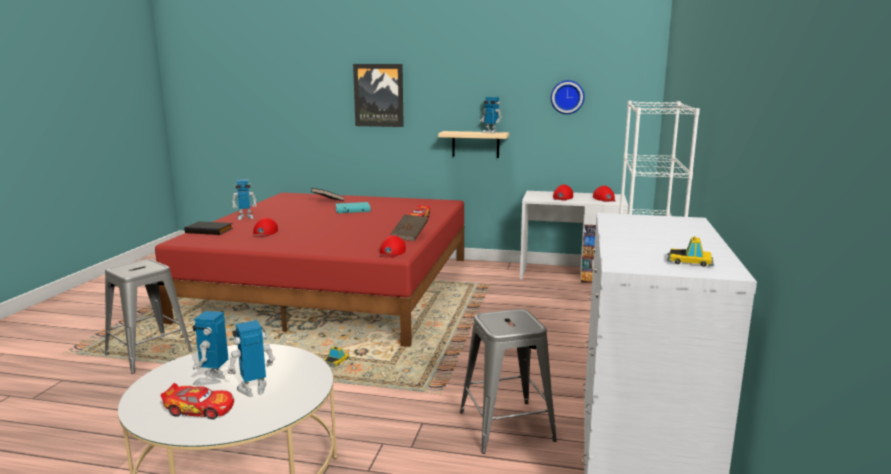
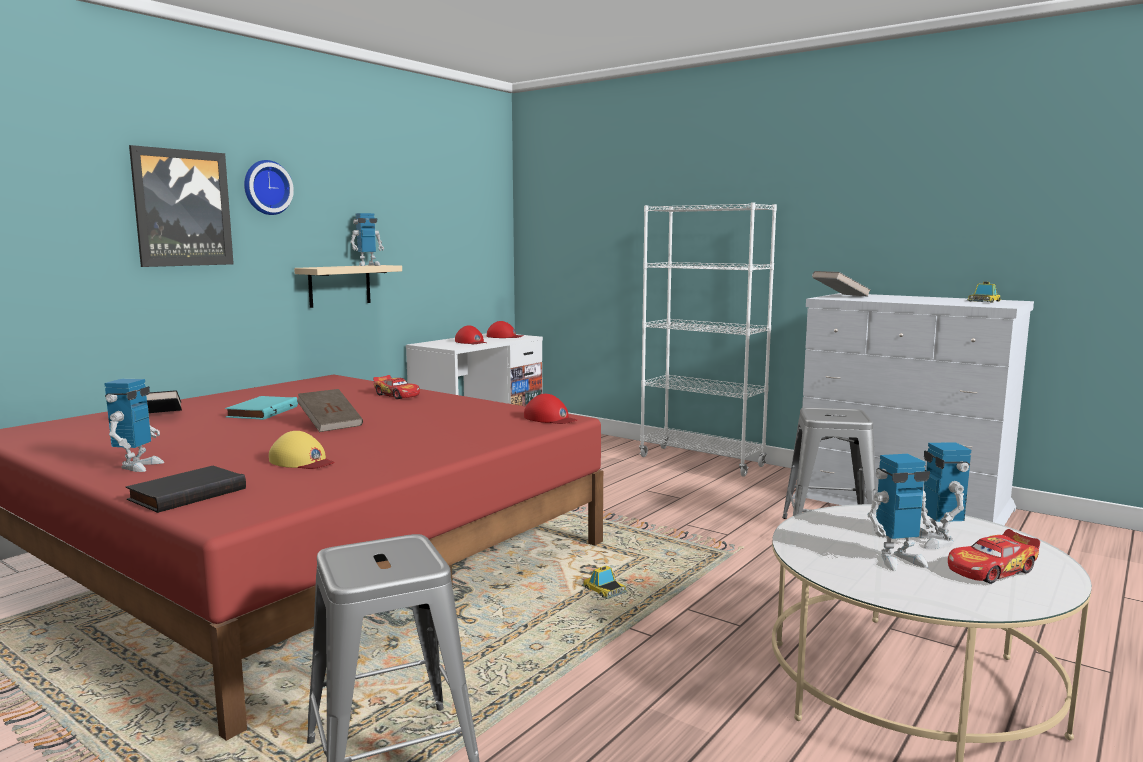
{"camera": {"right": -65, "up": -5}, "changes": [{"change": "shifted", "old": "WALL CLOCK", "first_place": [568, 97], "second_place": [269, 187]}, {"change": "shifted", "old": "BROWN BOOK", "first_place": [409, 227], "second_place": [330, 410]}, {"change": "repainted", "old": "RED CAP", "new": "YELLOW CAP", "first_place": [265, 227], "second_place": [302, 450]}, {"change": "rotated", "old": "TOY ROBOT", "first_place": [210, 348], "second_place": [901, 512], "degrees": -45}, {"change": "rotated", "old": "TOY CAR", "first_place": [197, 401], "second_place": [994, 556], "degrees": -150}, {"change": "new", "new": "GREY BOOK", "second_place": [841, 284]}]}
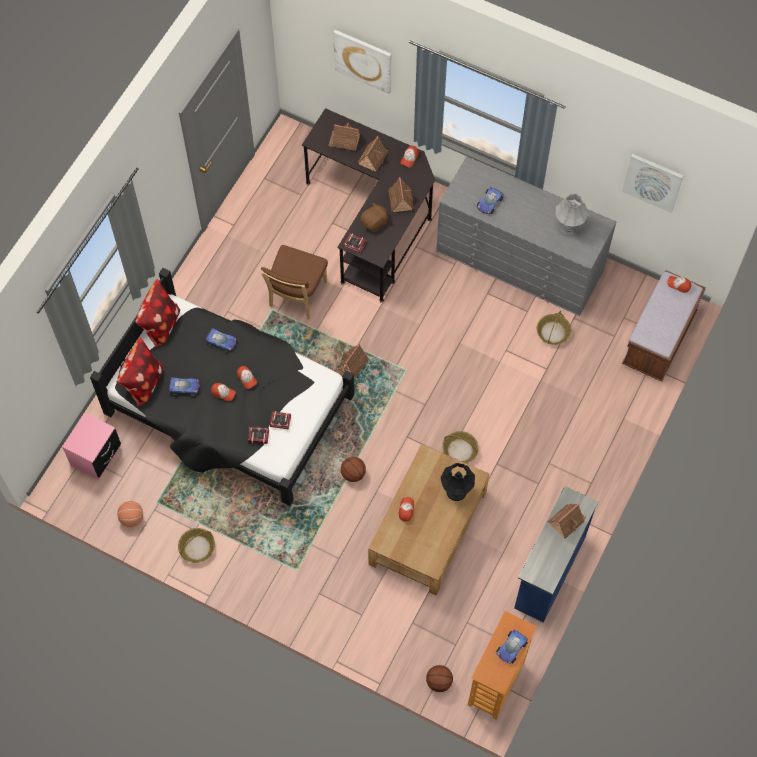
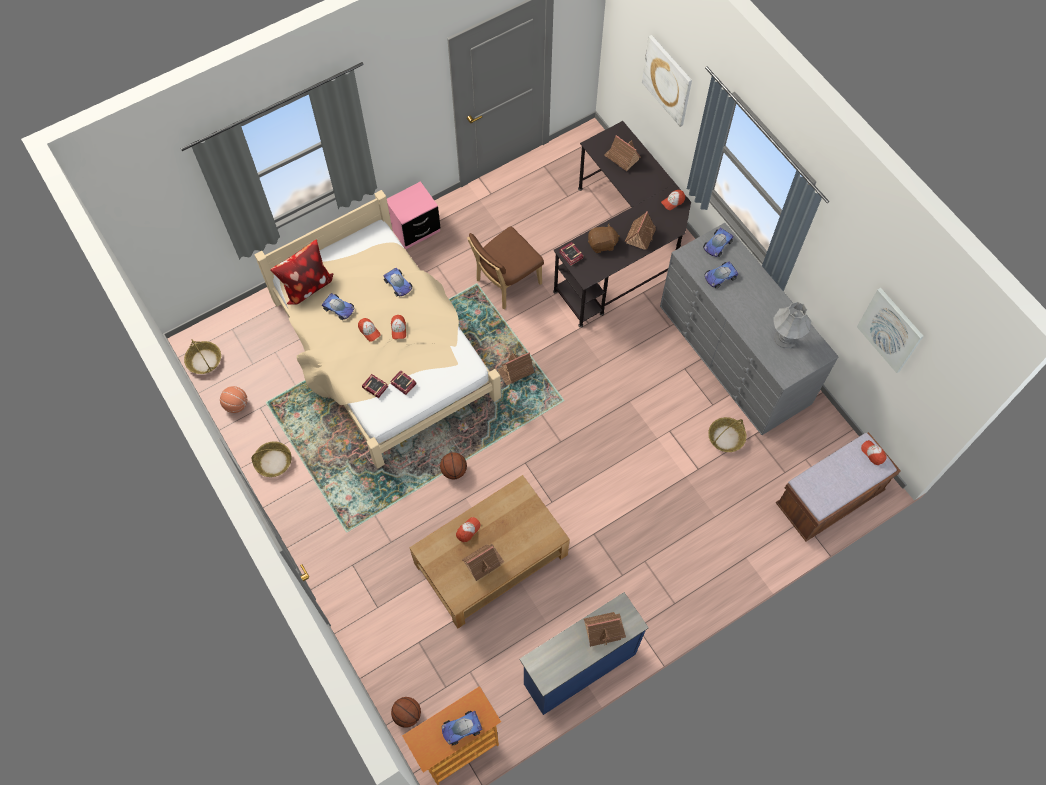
{"camera": {"right": 30, "up": 0}, "changes": [{"change": "shifted", "old": "TOY HOUSE", "first_place": [372, 154], "second_place": [483, 562]}, {"change": "repainted", "old": "BLACK BED", "new": "BEIGE BED", "first_place": [222, 387], "second_place": [378, 329]}, {"change": "gone", "old": "PILLOW", "first_place": [158, 313]}, {"change": "shifted", "old": "PINK NIGHTSTAND", "first_place": [91, 446], "second_place": [413, 215]}, {"change": "shifted", "old": "BASKET", "first_place": [461, 447], "second_place": [202, 356]}, {"change": "gone", "old": "BLACK TABLE LAMP", "first_place": [458, 482]}, {"change": "new", "new": "TOY CAR", "second_place": [718, 242]}]}
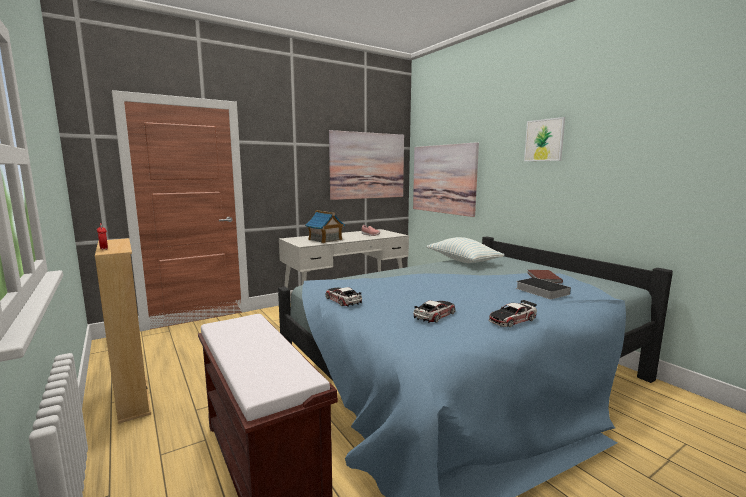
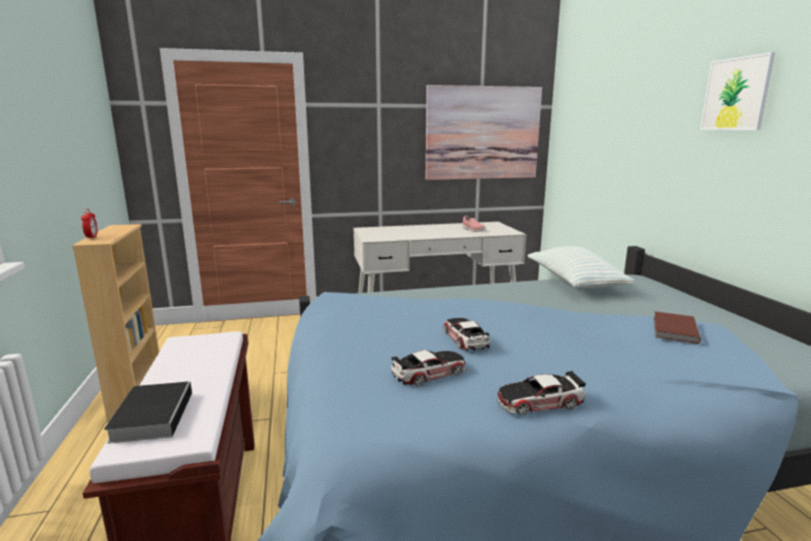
{"camera": {"right": 20, "up": 5}, "changes": [{"change": "gone", "old": "PICTURE", "first_place": [446, 179]}, {"change": "gone", "old": "TOY HOUSE", "first_place": [325, 226]}, {"change": "shifted", "old": "BOOK", "first_place": [543, 288], "second_place": [148, 412]}, {"change": "shifted", "old": "TOY CAR", "first_place": [343, 297], "second_place": [466, 334]}]}
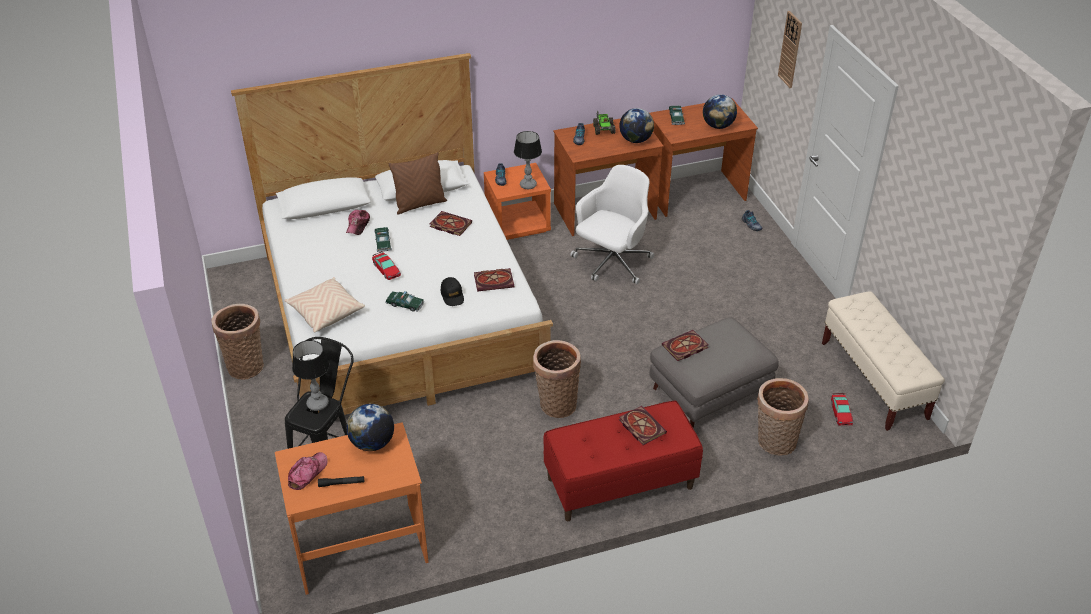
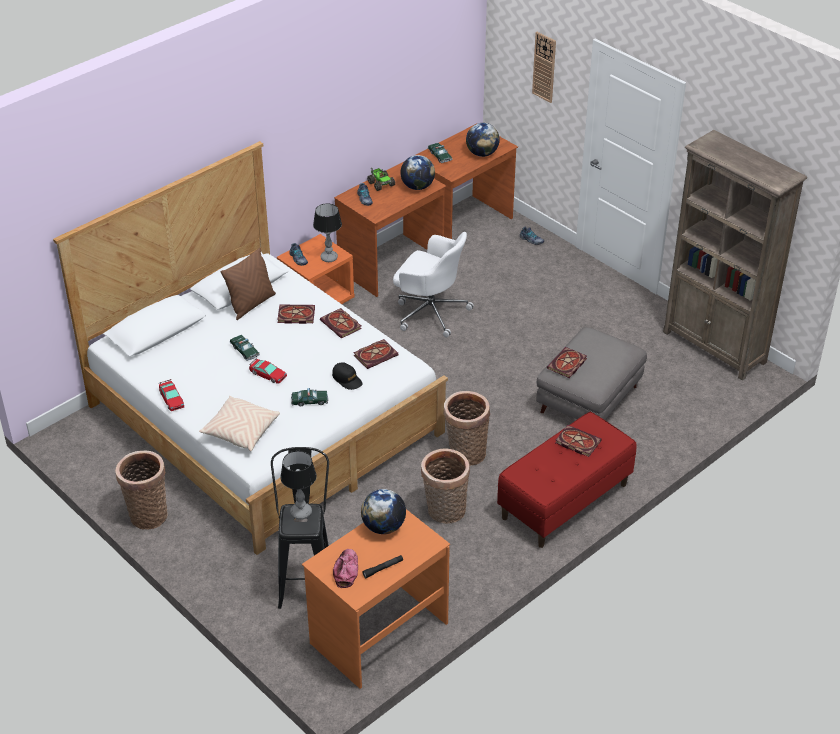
{"camera": {"right": -25, "up": 0}, "changes": [{"change": "rotated", "old": "WHITE OFFICE CHAIR", "first_place": [612, 225], "second_place": [433, 284], "degrees": 105}, {"change": "gone", "old": "CAP", "first_place": [358, 222]}, {"change": "swapped", "old": "BEIGE BENCH", "new": "BROWN BOOKCASE", "first_place": [883, 361], "second_place": [735, 255]}, {"change": "shifted", "old": "BASKET", "first_place": [783, 417], "second_place": [445, 486]}, {"change": "shifted", "old": "TOY CAR", "first_place": [842, 409], "second_place": [171, 395]}, {"change": "new", "new": "BOOK", "second_place": [341, 323]}]}
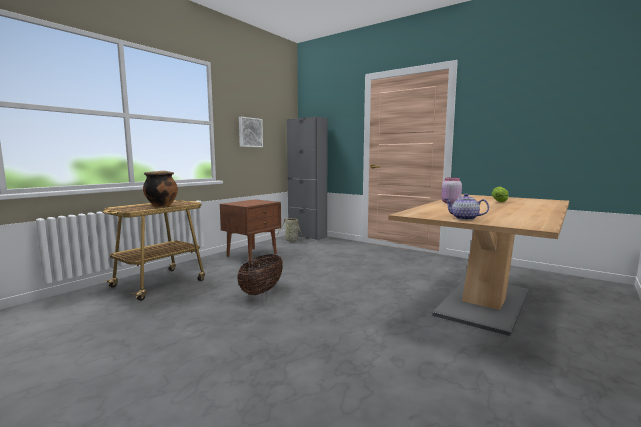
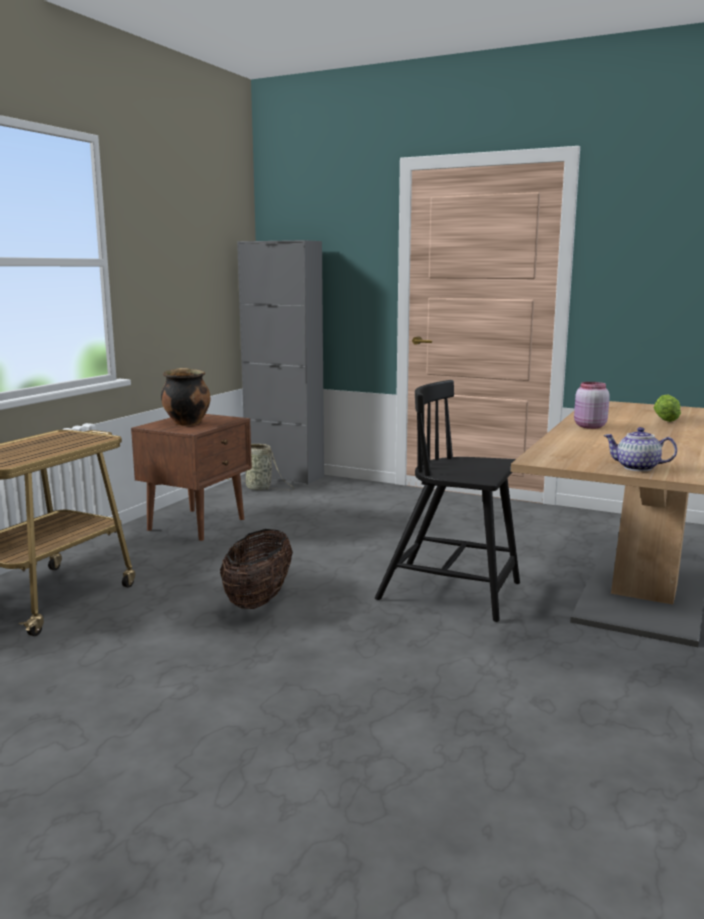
{"camera": {"right": -10, "up": 5}, "changes": [{"change": "gone", "old": "PICTURE", "first_place": [251, 132]}, {"change": "shifted", "old": "COOKING POT", "first_place": [160, 189], "second_place": [185, 397]}, {"change": "new", "new": "BLACK CHAIR", "second_place": [447, 501]}]}
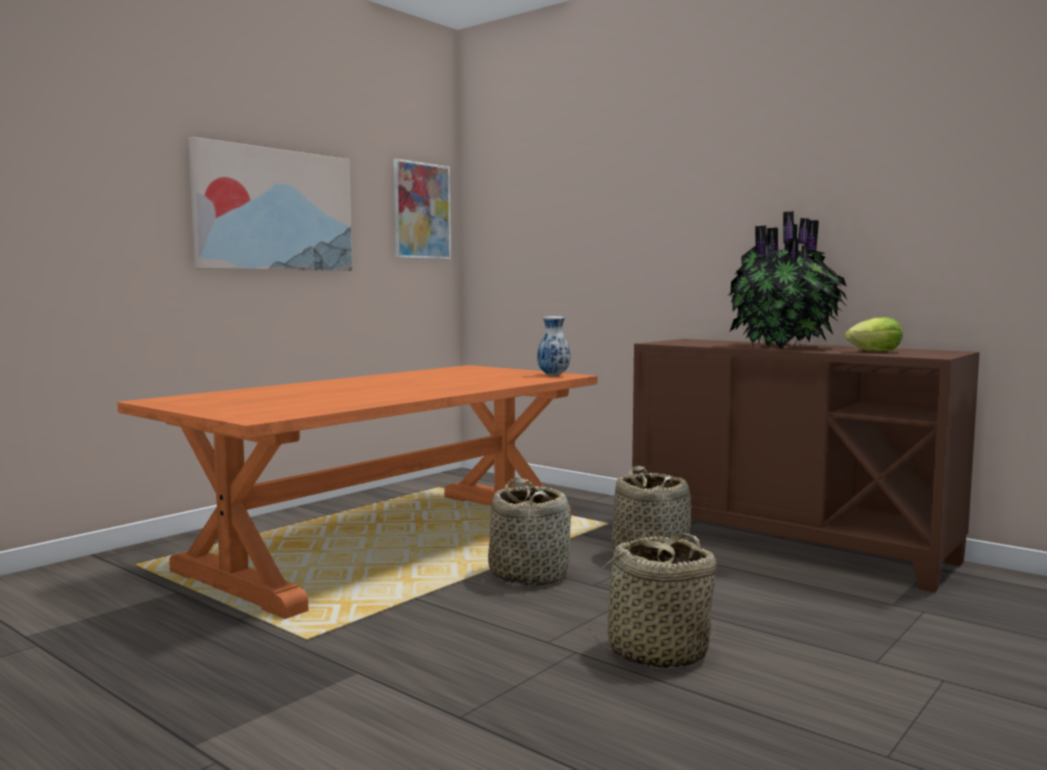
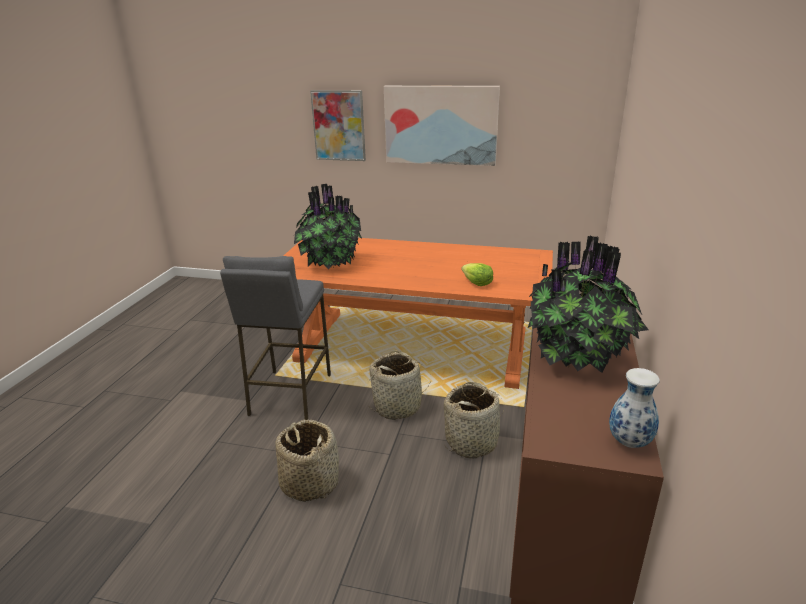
{"camera": {"right": 65, "up": 20}, "changes": [{"change": "shifted", "old": "PICTURE", "first_place": [422, 209], "second_place": [338, 125]}, {"change": "shifted", "old": "VASE", "first_place": [553, 346], "second_place": [634, 408]}, {"change": "shifted", "old": "LETTUCE", "first_place": [874, 334], "second_place": [477, 274]}, {"change": "new", "new": "POTTED PLANT", "second_place": [328, 226]}, {"change": "new", "new": "GREY STOOL", "second_place": [275, 338]}]}
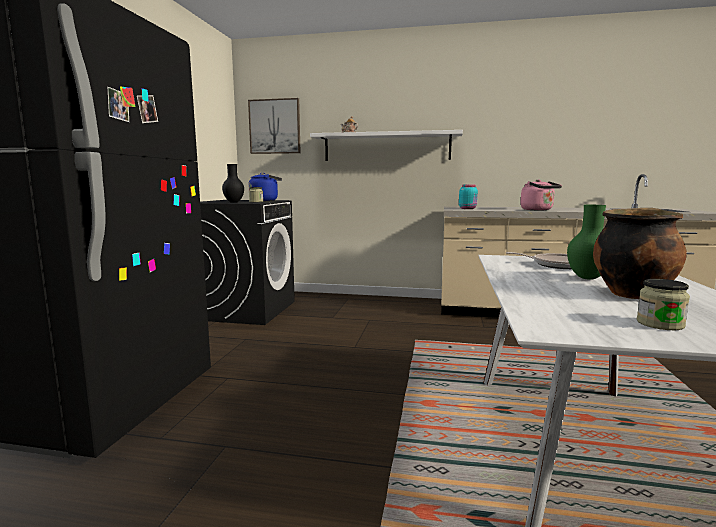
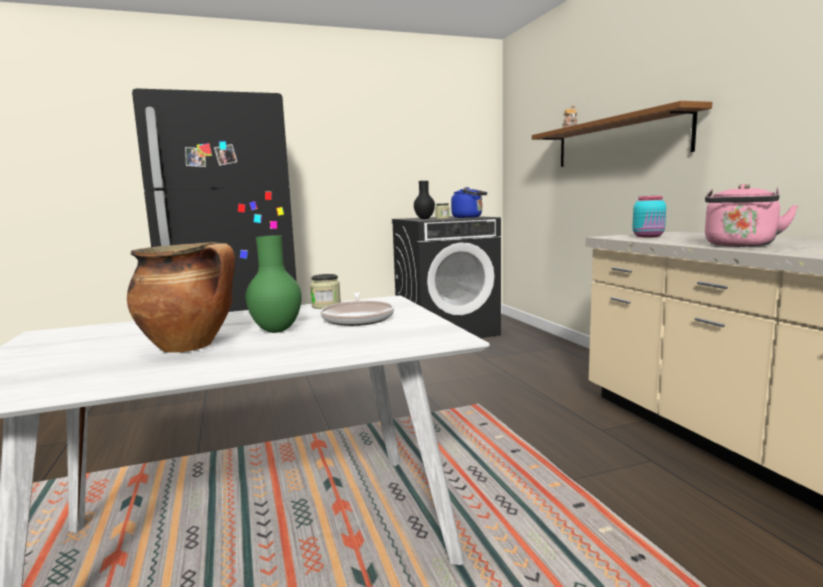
{"camera": {"right": 60, "up": 0}, "changes": [{"change": "gone", "old": "PICTURE", "first_place": [274, 126]}, {"change": "repainted", "old": "WHITE SHELF", "new": "BROWN SHELF", "first_place": [386, 145], "second_place": [622, 134]}, {"change": "shifted", "old": "JAR", "first_place": [663, 304], "second_place": [325, 291]}]}
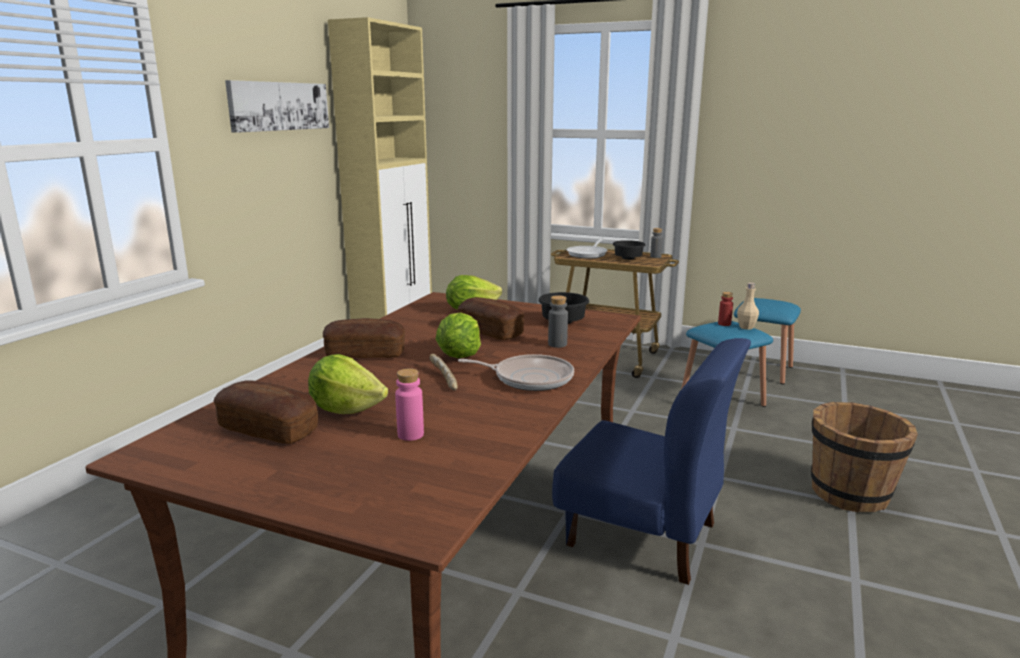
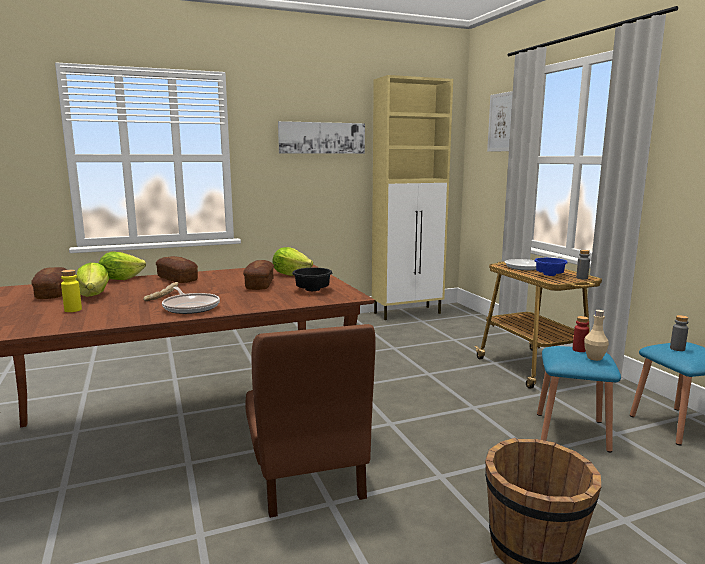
{"camera": {"right": 45, "up": -5}, "changes": [{"change": "repainted", "old": "BLACK BOWL", "new": "BLUE BOWL", "first_place": [629, 250], "second_place": [551, 267]}, {"change": "shifted", "old": "GREY BOTTLE", "first_place": [558, 321], "second_place": [679, 333]}, {"change": "shifted", "old": "LETTUCE", "first_place": [458, 335], "second_place": [122, 266]}, {"change": "repainted", "old": "BLUE CHAIR", "new": "BROWN CHAIR", "first_place": [651, 461], "second_place": [311, 421]}, {"change": "repainted", "old": "PINK BOTTLE", "new": "YELLOW BOTTLE", "first_place": [409, 404], "second_place": [71, 291]}, {"change": "new", "new": "PICTURE", "second_place": [500, 121]}]}
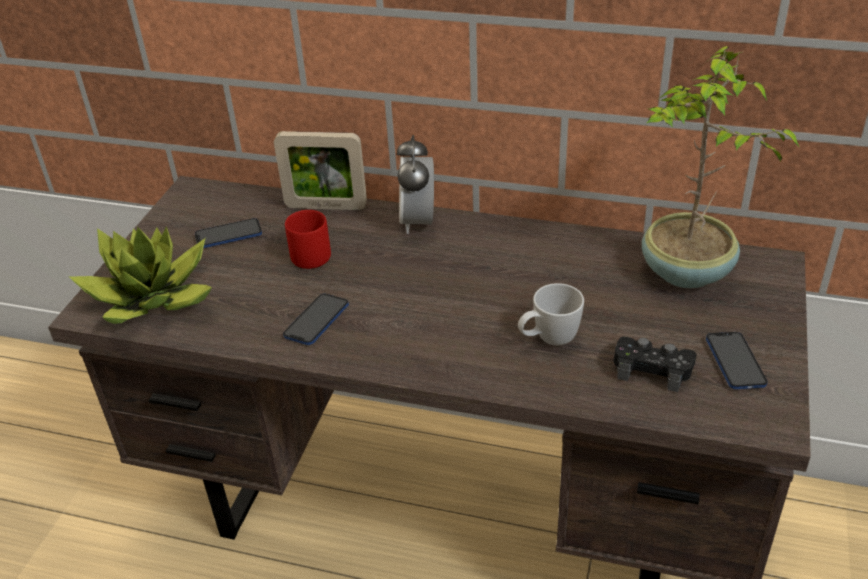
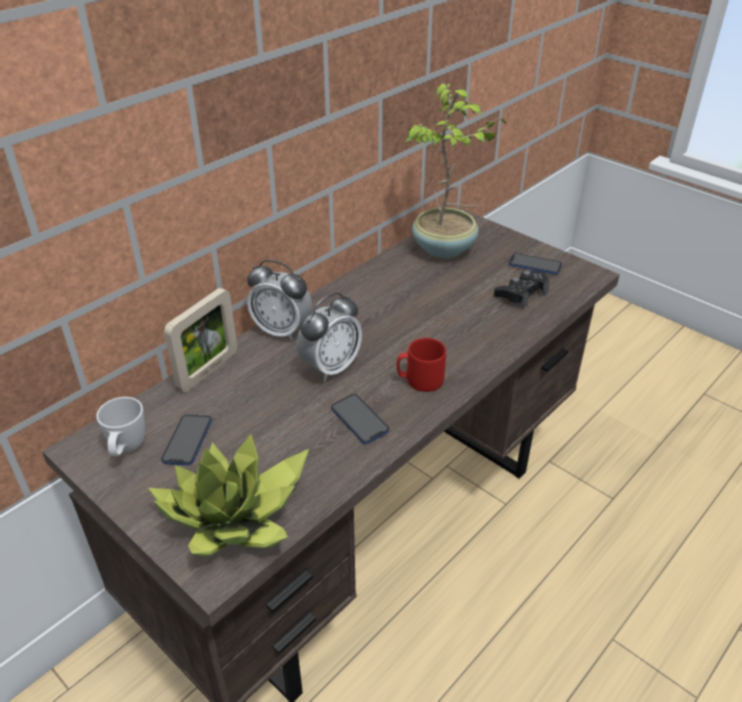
{"camera": {"right": -65, "up": 0}, "changes": [{"change": "shifted", "old": "RED MUG", "first_place": [308, 239], "second_place": [421, 365]}, {"change": "shifted", "old": "WHITE MUG", "first_place": [551, 314], "second_place": [120, 426]}, {"change": "new", "new": "ALARM CLOCK", "second_place": [329, 336]}]}
